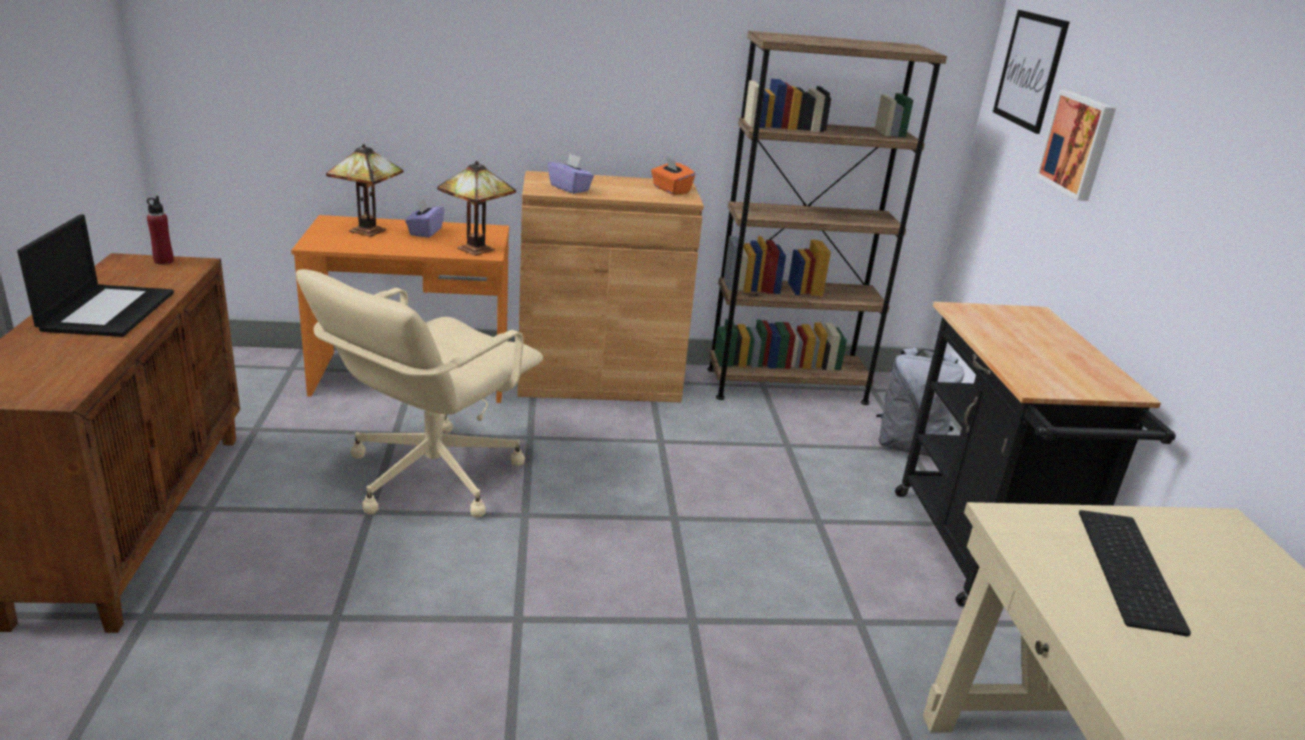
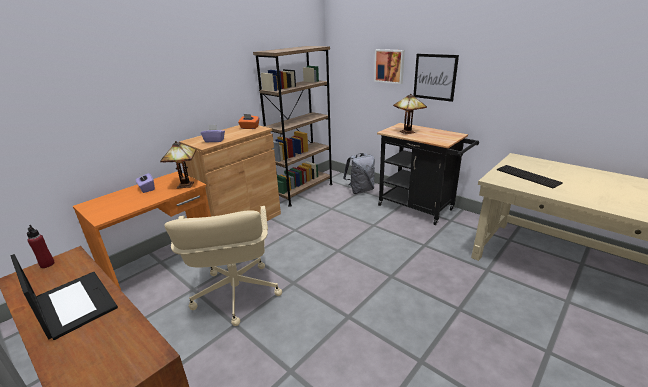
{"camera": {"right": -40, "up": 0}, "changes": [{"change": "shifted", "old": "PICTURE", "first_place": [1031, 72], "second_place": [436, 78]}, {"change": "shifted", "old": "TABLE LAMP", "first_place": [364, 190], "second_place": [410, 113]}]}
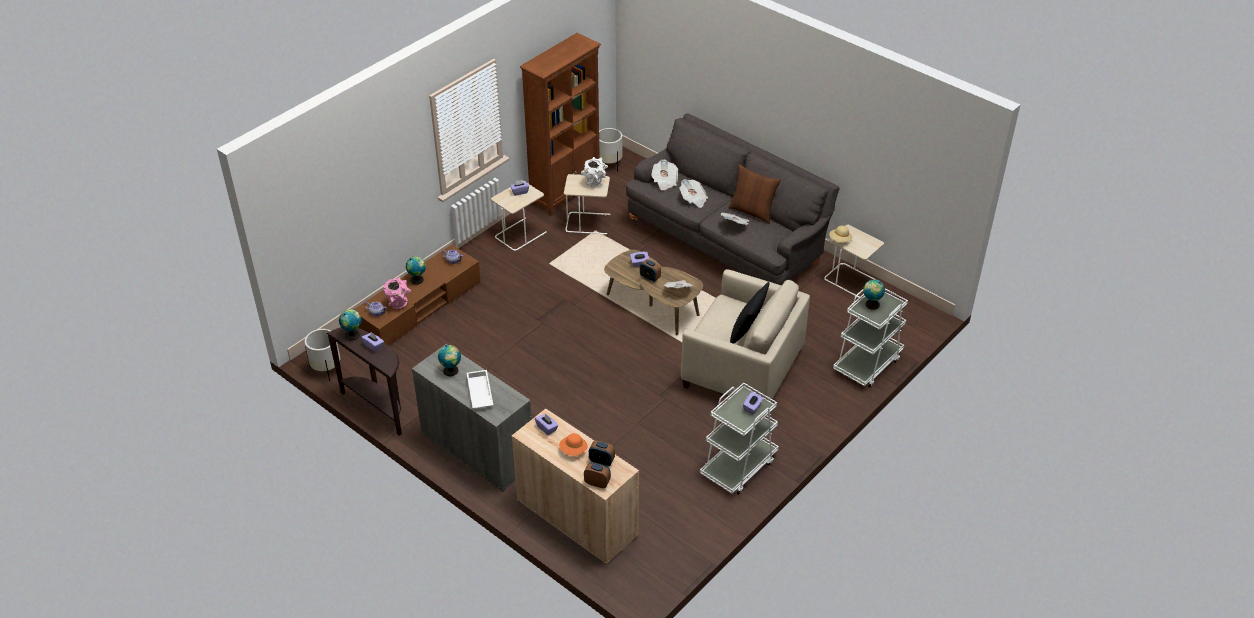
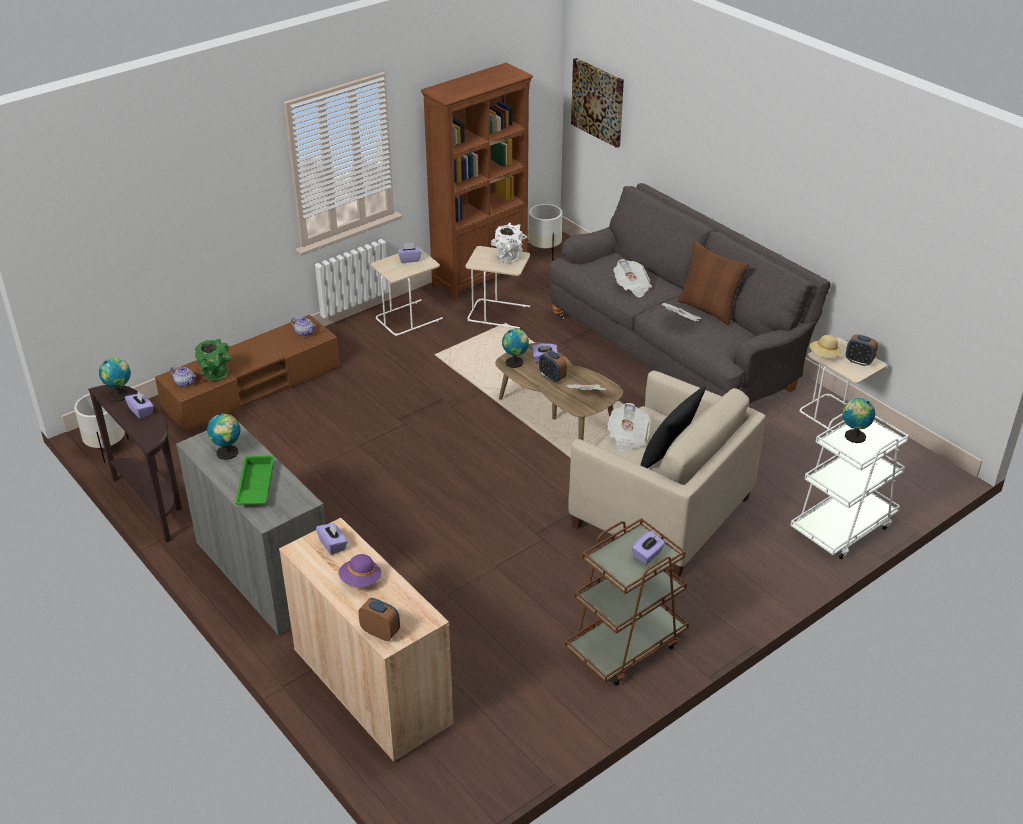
{"camera": {"right": 10, "up": -5}, "changes": [{"change": "shifted", "old": "NEWSPAPER", "first_place": [664, 175], "second_place": [629, 427]}, {"change": "shifted", "old": "GLOBE", "first_place": [416, 270], "second_place": [515, 348]}, {"change": "repainted", "old": "PINK VASE", "new": "GREEN VASE", "first_place": [397, 293], "second_place": [214, 360]}, {"change": "repainted", "old": "WHITE TRAY", "new": "GREEN TRAY", "first_place": [480, 389], "second_place": [254, 480]}, {"change": "repainted", "old": "WHITE CART", "new": "BROWN CART", "first_place": [739, 439], "second_place": [627, 602]}, {"change": "repainted", "old": "ORANGE HAT", "new": "PURPLE HAT", "first_place": [573, 444], "second_place": [360, 570]}, {"change": "shifted", "old": "ALARM CLOCK", "first_place": [602, 453], "second_place": [862, 350]}, {"change": "new", "new": "PICTURE", "second_place": [597, 103]}]}
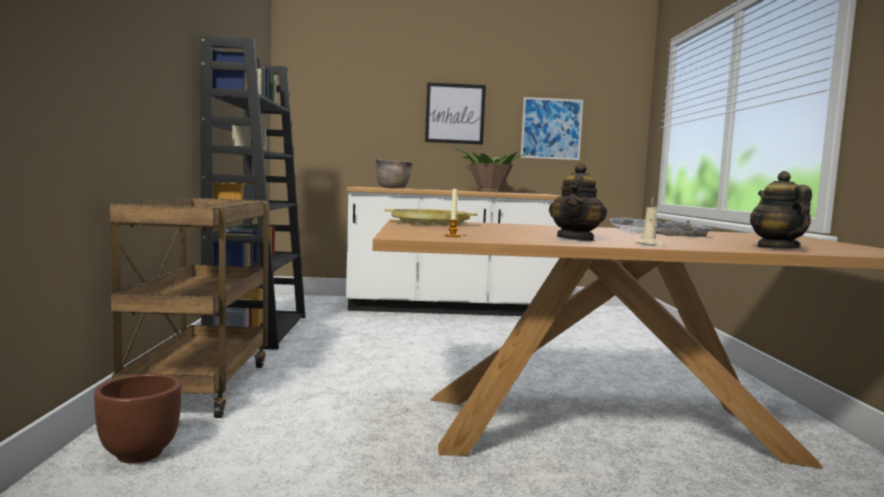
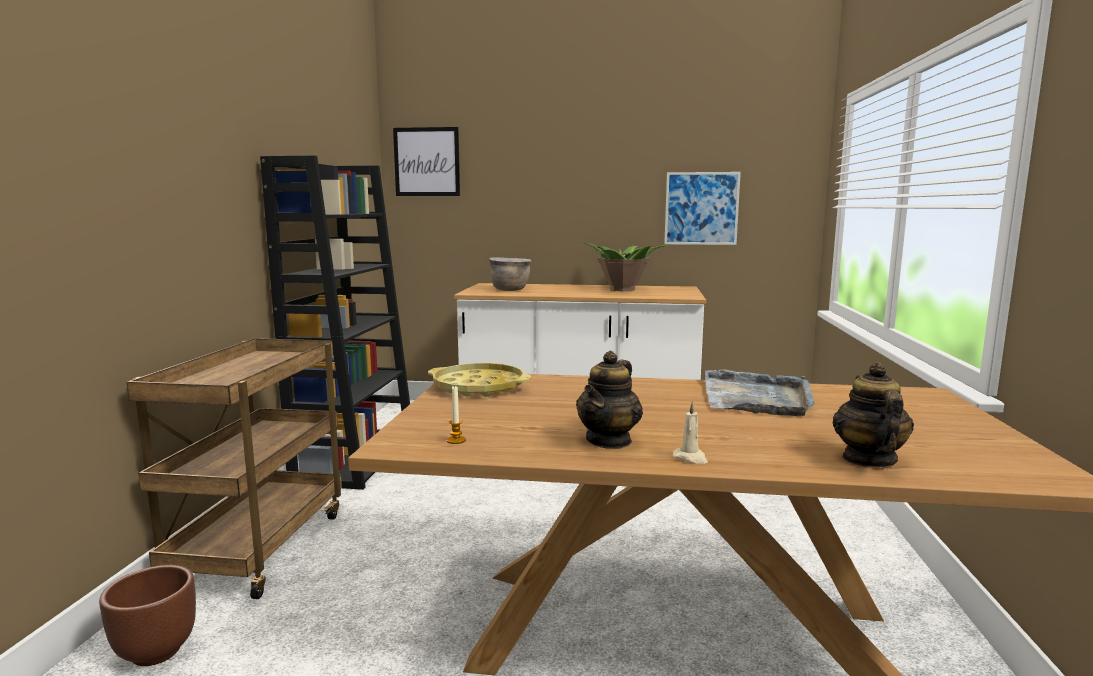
{"camera": {"right": 10, "up": 5}, "changes": [{"change": "shifted", "old": "PICTURE", "first_place": [455, 113], "second_place": [426, 161]}]}
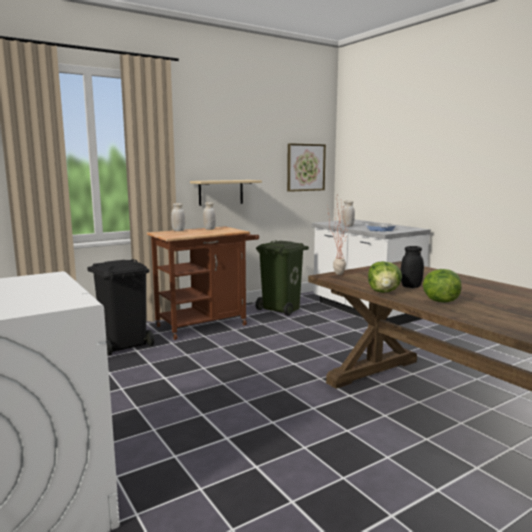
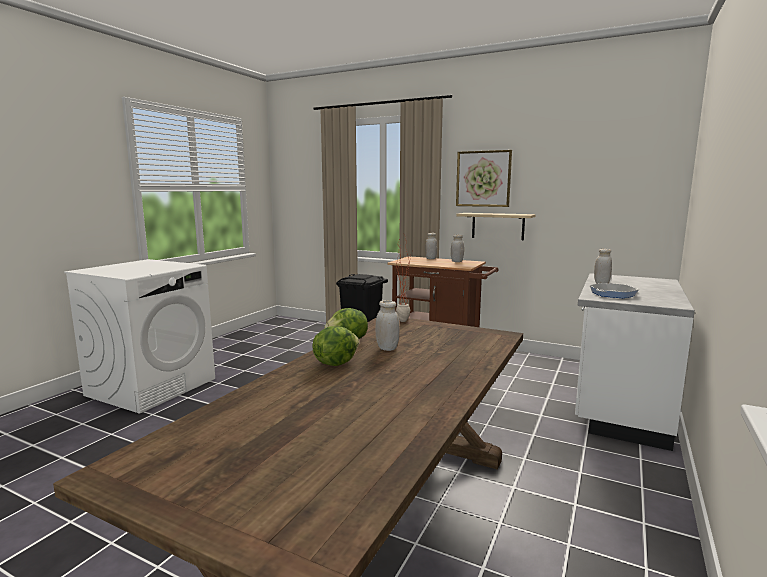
{"camera": {"right": 60, "up": 0}, "changes": [{"change": "shifted", "old": "PICTURE", "first_place": [306, 167], "second_place": [484, 178]}, {"change": "gone", "old": "GREEN TRASH CAN", "first_place": [282, 278]}, {"change": "repainted", "old": "BLACK JAR", "new": "WHITE JAR", "first_place": [412, 267], "second_place": [387, 325]}]}
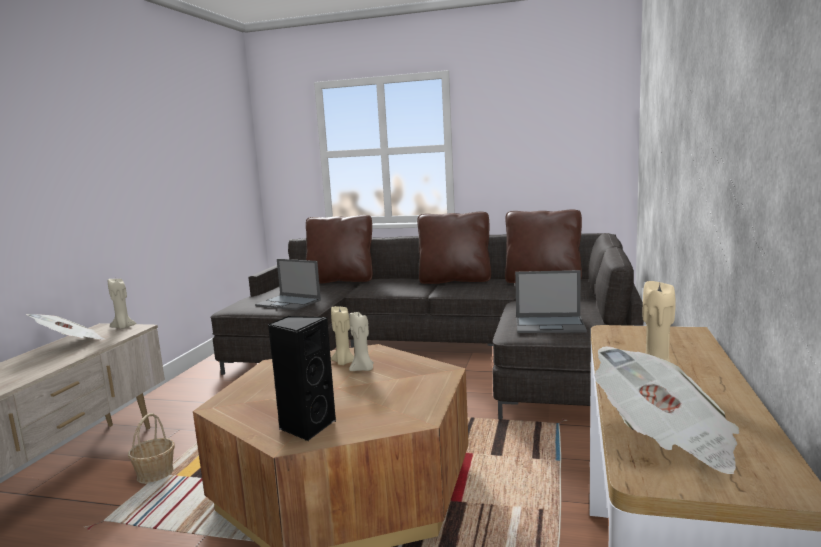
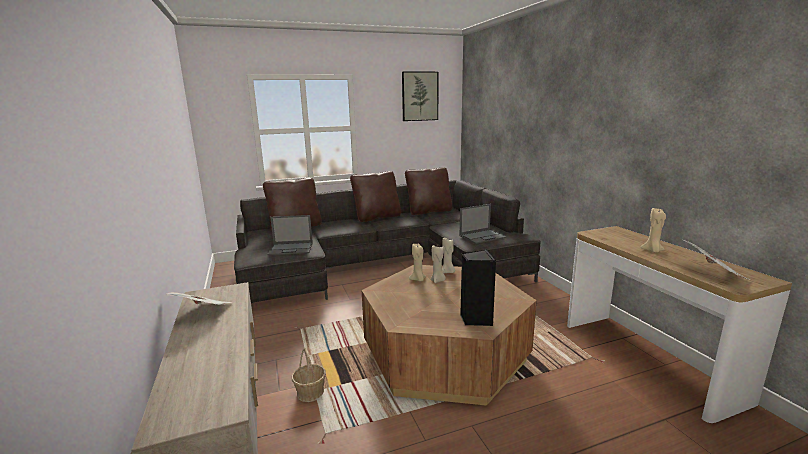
{"camera": {"right": -35, "up": 5}, "changes": [{"change": "shifted", "old": "BEIGE CANDLE", "first_place": [122, 304], "second_place": [448, 255]}, {"change": "new", "new": "PICTURE", "second_place": [420, 96]}]}
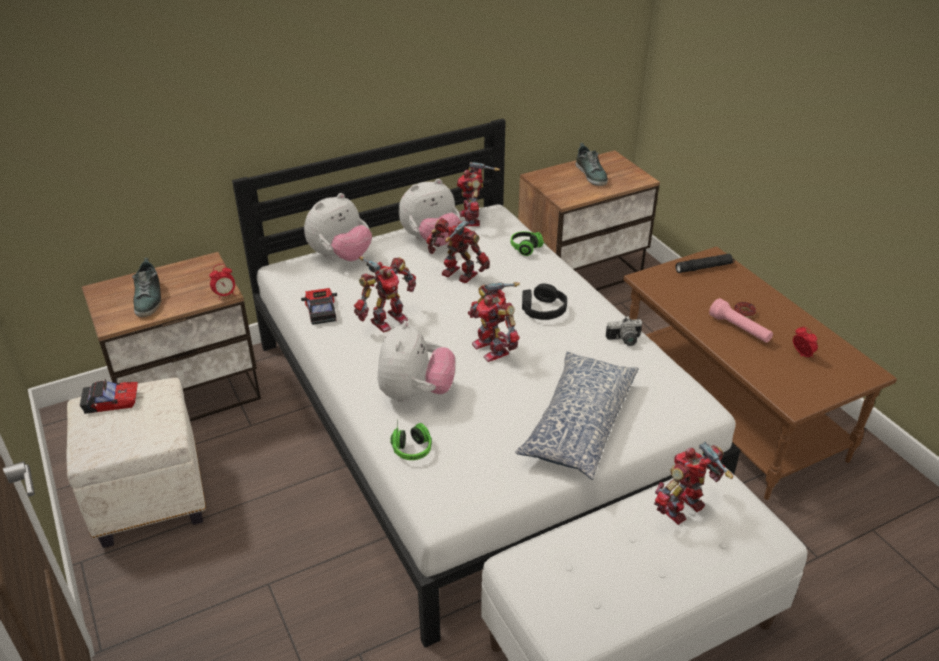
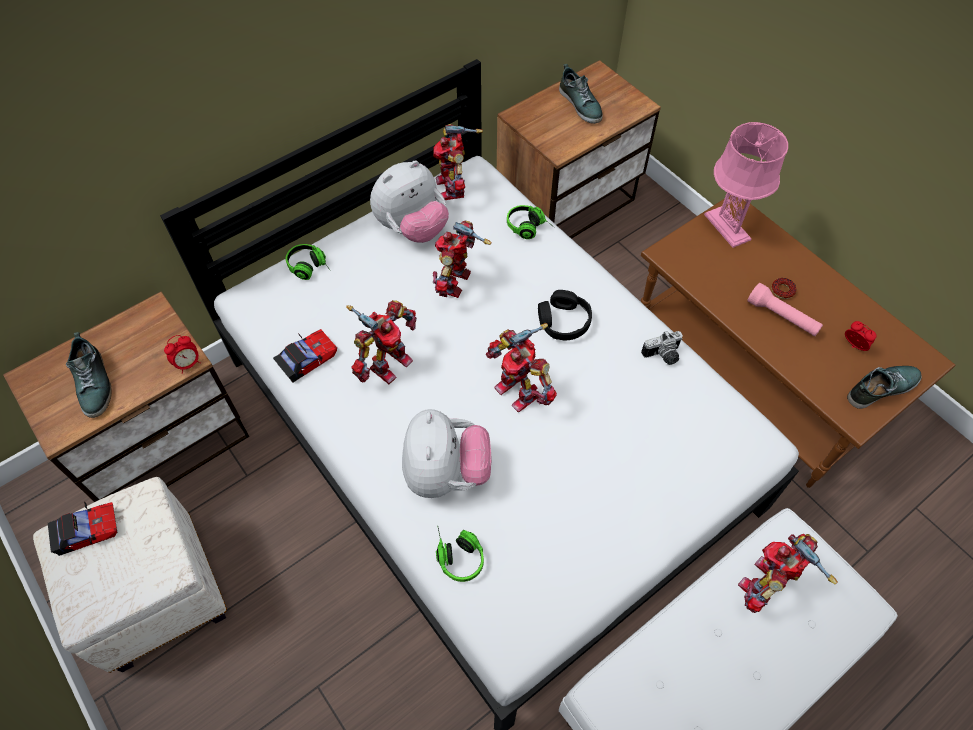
{"camera": {"right": -10, "up": 20}, "changes": [{"change": "swapped", "old": "PLUSH TOY", "new": "HEADPHONES", "first_place": [338, 227], "second_place": [308, 262]}, {"change": "rotated", "old": "TOY ROBOT", "first_place": [458, 250], "second_place": [461, 259], "degrees": -90}, {"change": "swapped", "old": "BLACK FLASHLIGHT", "new": "PINK TABLE LAMP", "first_place": [705, 263], "second_place": [746, 185]}, {"change": "rotated", "old": "TOY CAR", "first_place": [319, 306], "second_place": [305, 356], "degrees": 75}, {"change": "gone", "old": "PILLOW", "first_place": [577, 415]}, {"change": "new", "new": "SHOE", "second_place": [884, 387]}]}
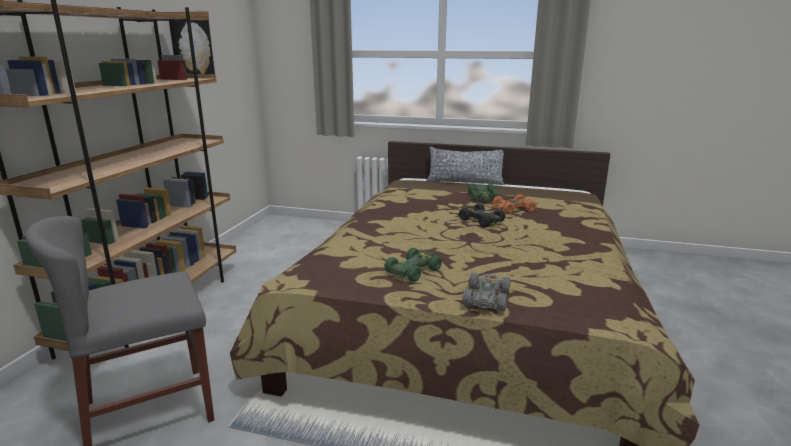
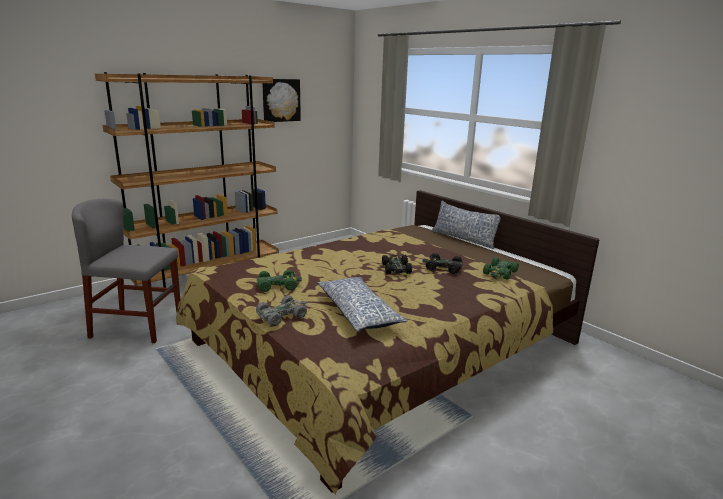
{"camera": {"right": 35, "up": 0}, "changes": [{"change": "shifted", "old": "GREEN TOY CAR", "first_place": [483, 192], "second_place": [501, 268]}, {"change": "repainted", "old": "ORANGE TOY CAR", "new": "BLACK TOY CAR", "first_place": [514, 204], "second_place": [442, 263]}, {"change": "new", "new": "PILLOW", "second_place": [362, 304]}]}
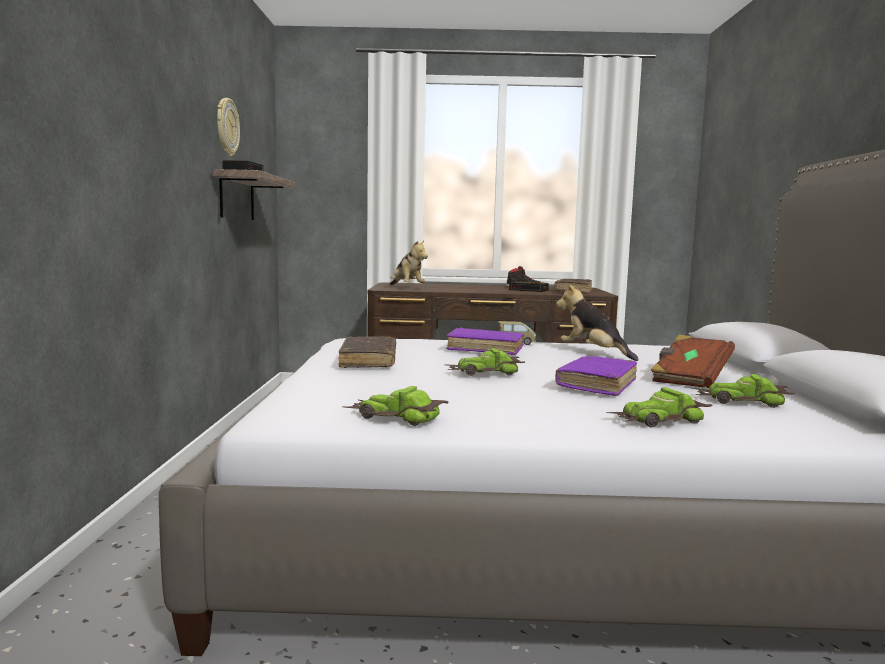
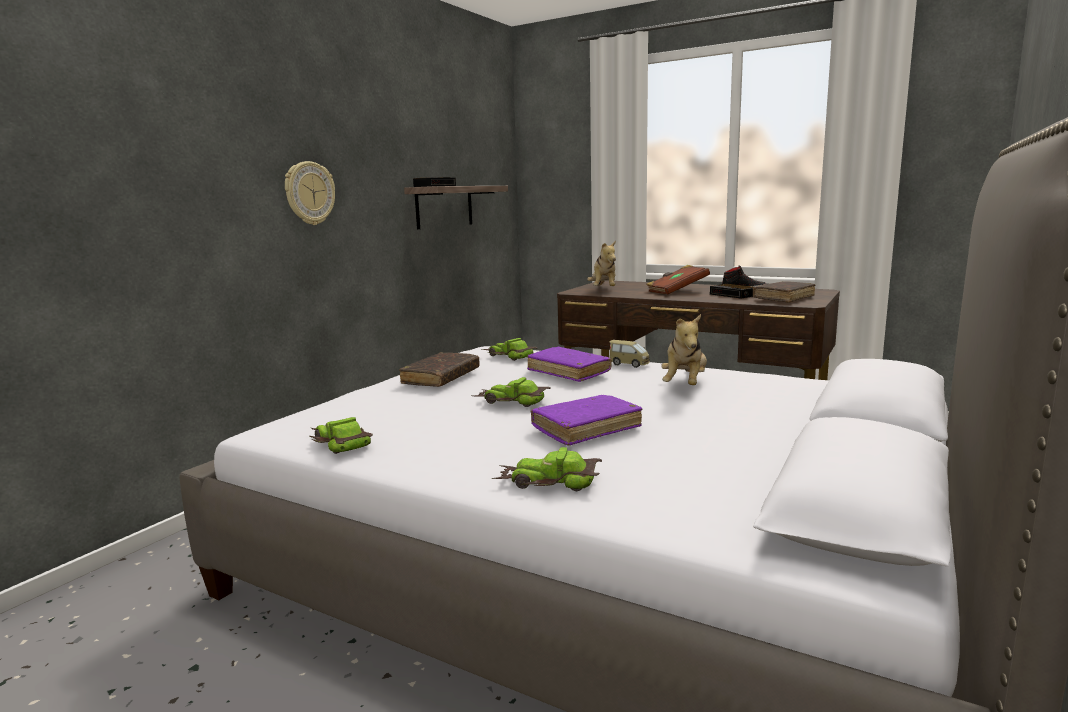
{"camera": {"right": 30, "up": 5}, "changes": [{"change": "shifted", "old": "WALL CLOCK", "first_place": [228, 127], "second_place": [310, 193]}, {"change": "rotated", "old": "PLUSH TOY", "first_place": [597, 322], "second_place": [684, 349], "degrees": -150}, {"change": "shifted", "old": "BROWN BOOK", "first_place": [692, 361], "second_place": [678, 279]}, {"change": "shifted", "old": "TOY CAR", "first_place": [743, 391], "second_place": [510, 349]}]}
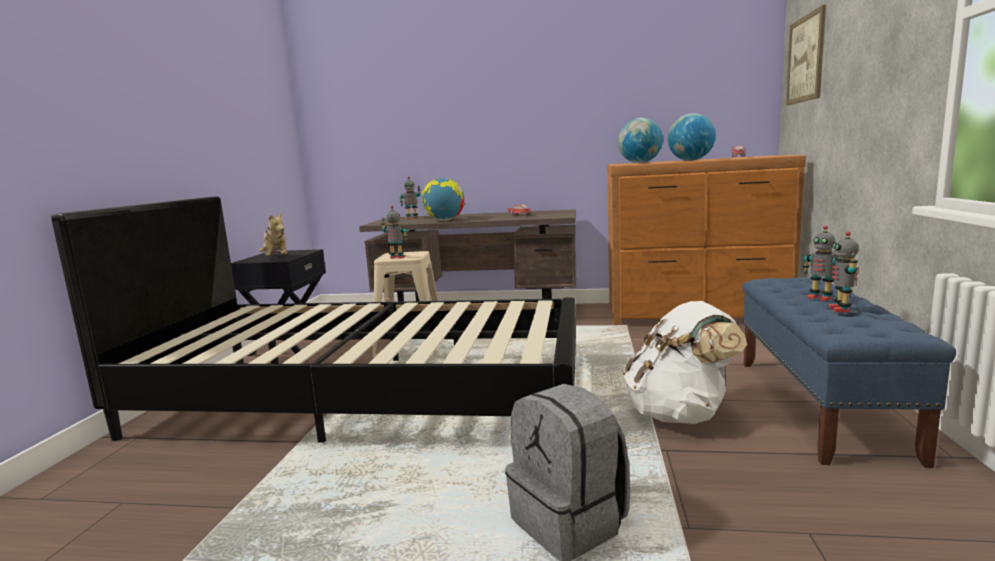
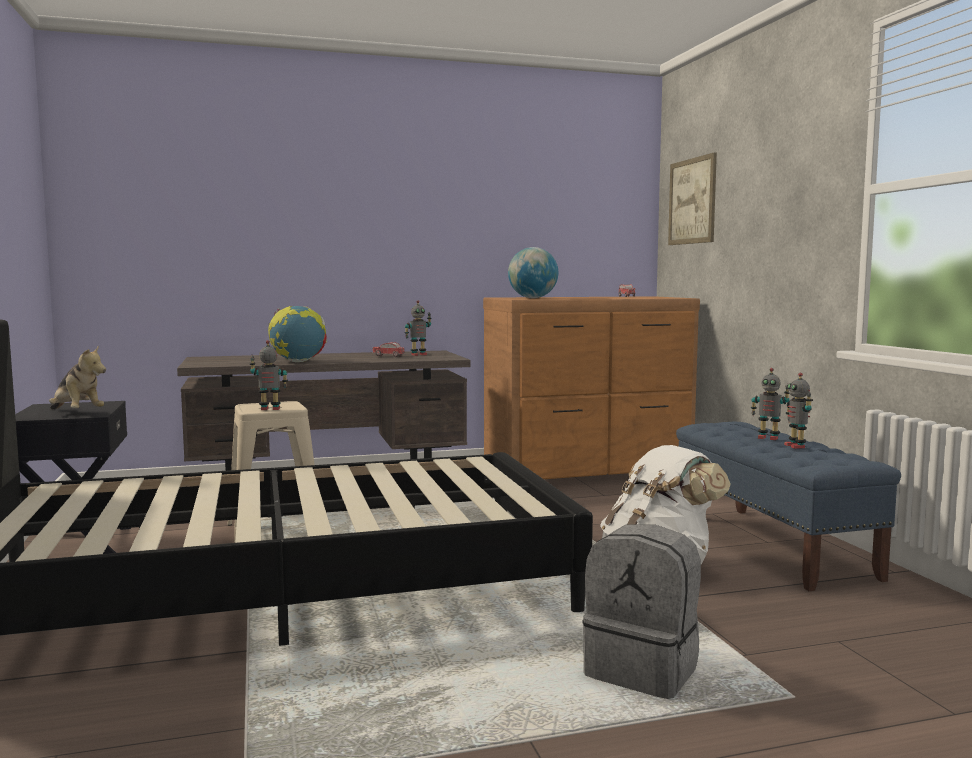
{"camera": {"right": -25, "up": -5}, "changes": [{"change": "gone", "old": "GLOBE", "first_place": [692, 137]}, {"change": "shifted", "old": "TOY ROBOT", "first_place": [410, 197], "second_place": [418, 328]}]}
